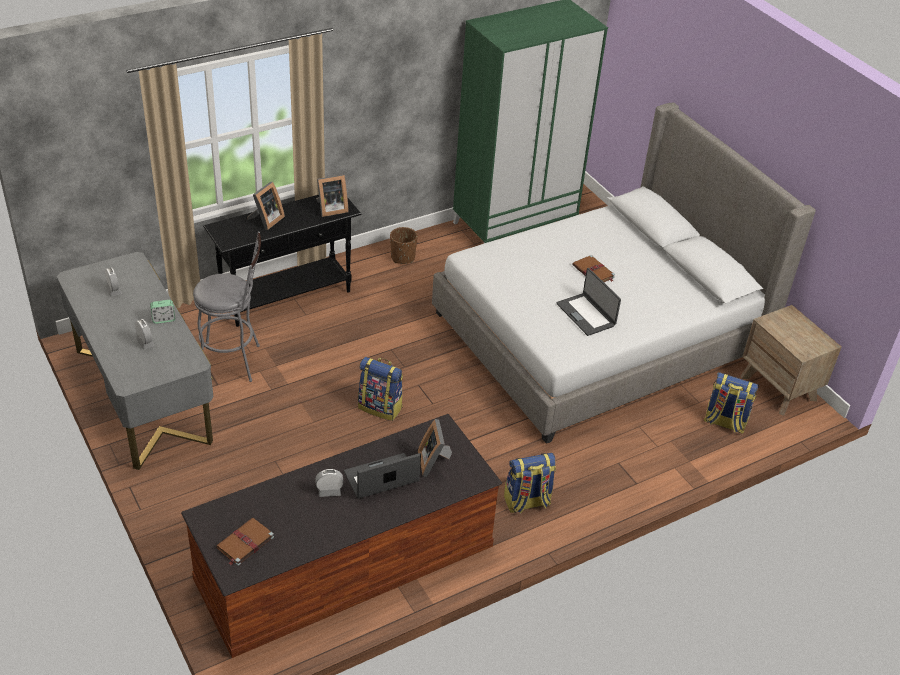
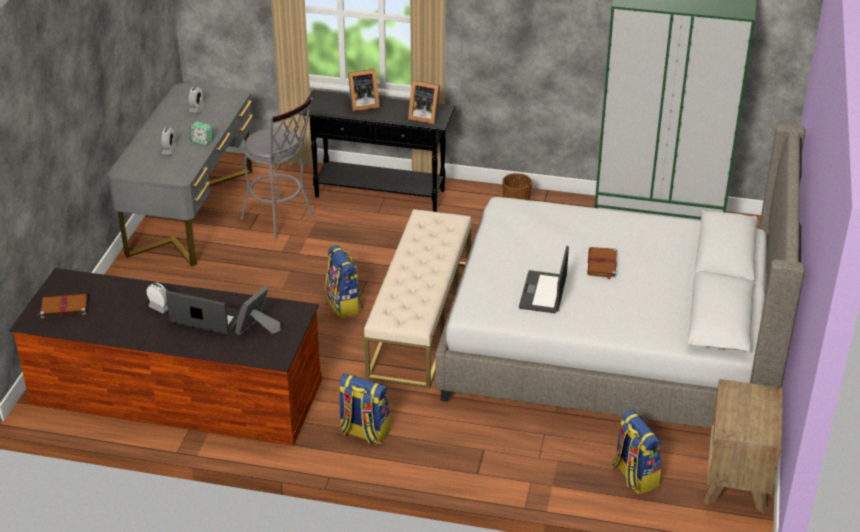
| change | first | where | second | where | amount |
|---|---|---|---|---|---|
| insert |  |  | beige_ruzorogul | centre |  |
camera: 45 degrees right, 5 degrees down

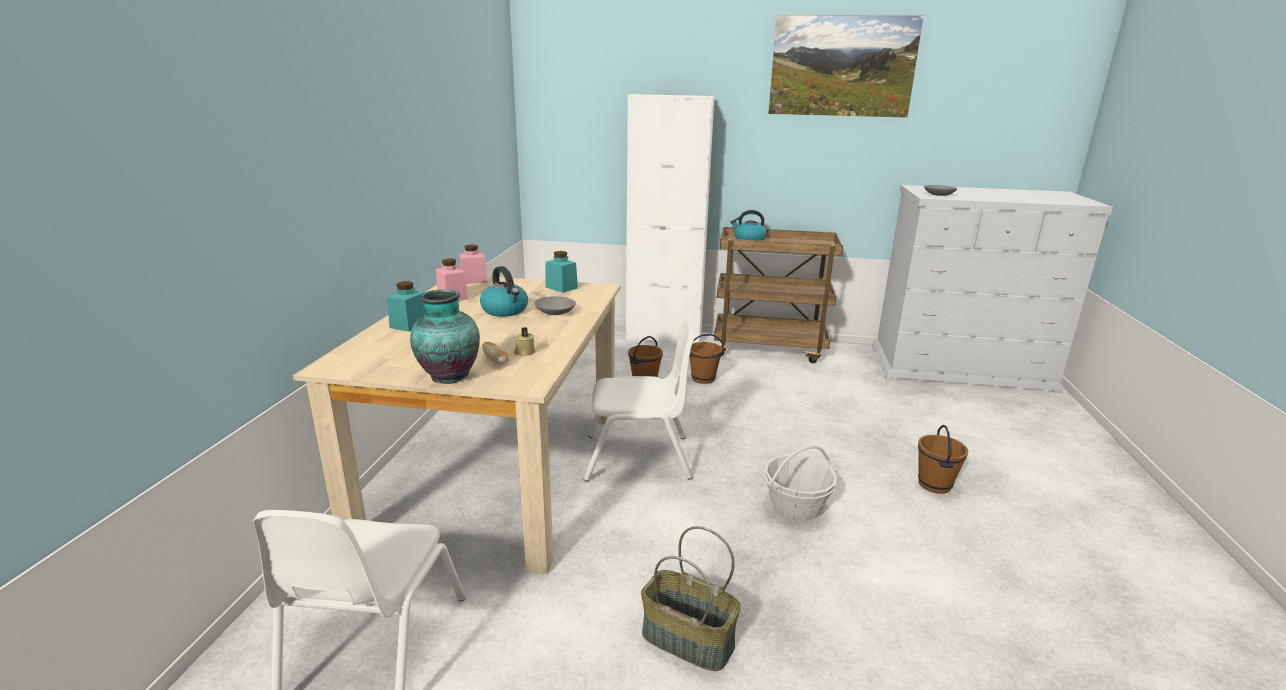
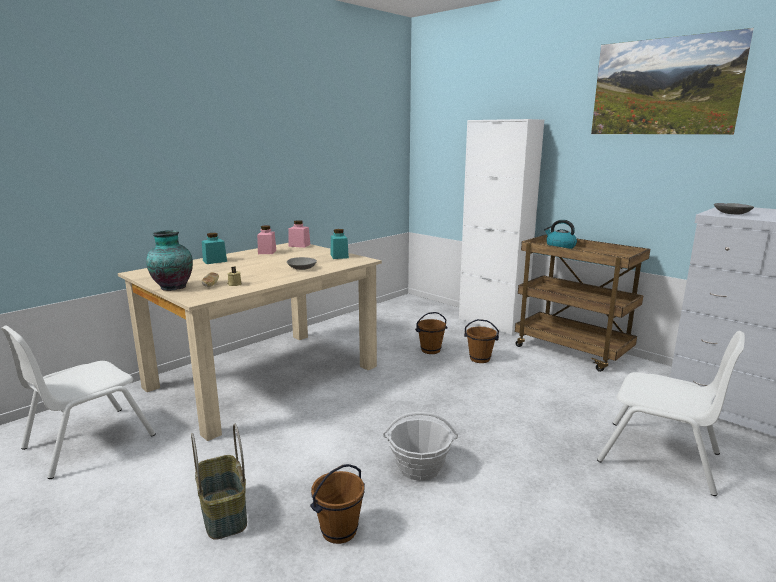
| change | first | where | second | where | amount |
|---|---|---|---|---|---|
| delete | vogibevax (1st from left) | centre |  |  |  |
| move | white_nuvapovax (2nd from left) | centre |  | bottom right |  |
| move | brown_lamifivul (3rd from left in the first image) | middle right | brown_lamifivul (1st from left) | bottom centre |  |
camera: 35 degrees right, 5 degrees down

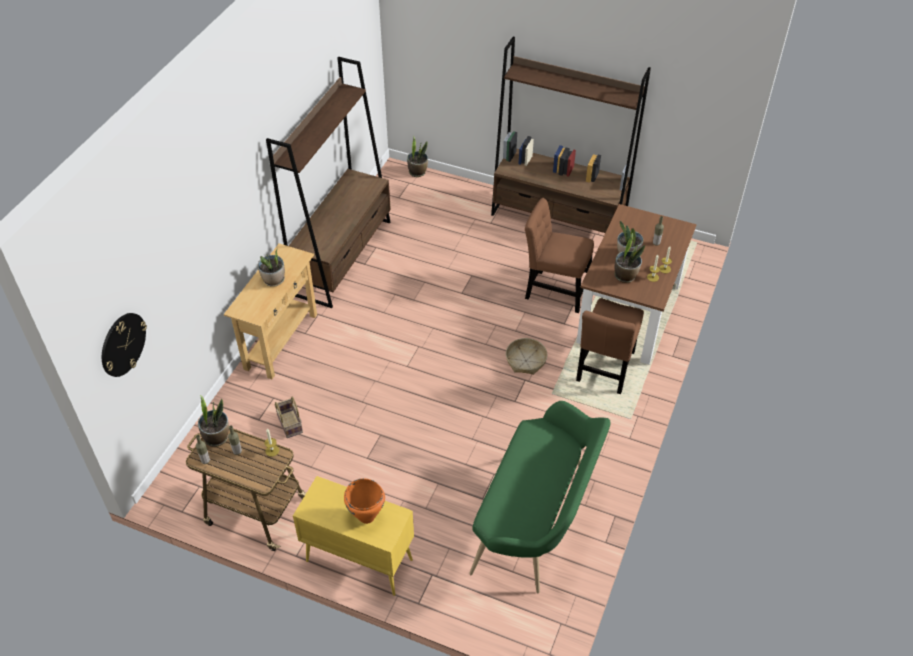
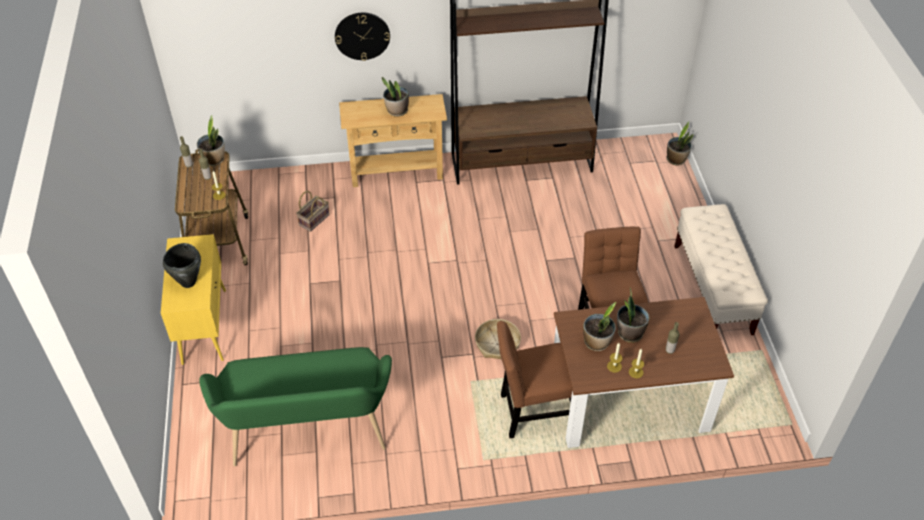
| change | first | where | second | where | amount |
|---|---|---|---|---|---|
| replace | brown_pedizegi (2nd from left) | top centre | beige_ruzorogul | middle right |  |
| move | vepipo | middle left |  | top centre |  |
| recolor | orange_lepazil | bottom centre | black_lepazil | middle left |  |
camera: 60 degrees right, 0 degrees up

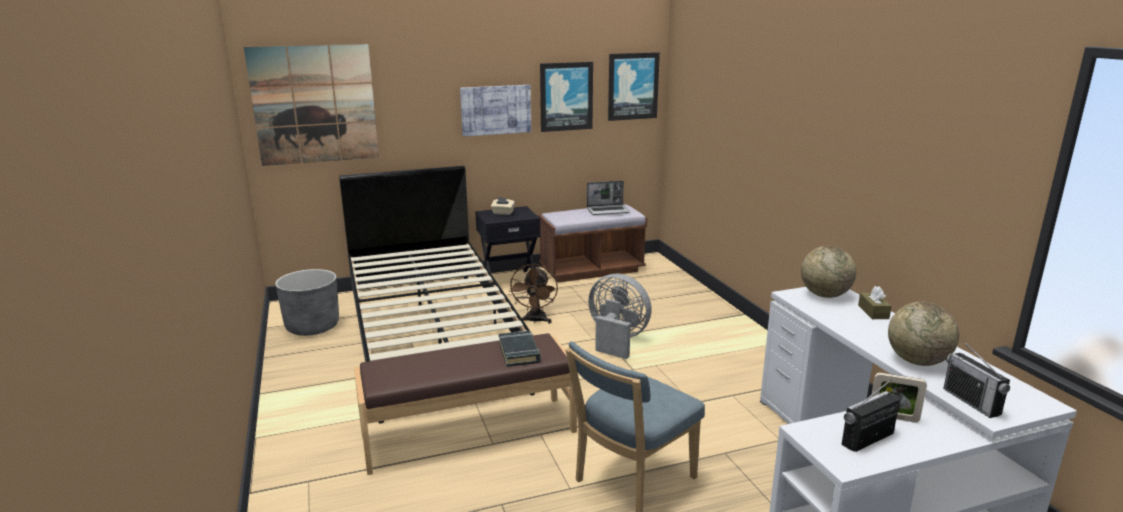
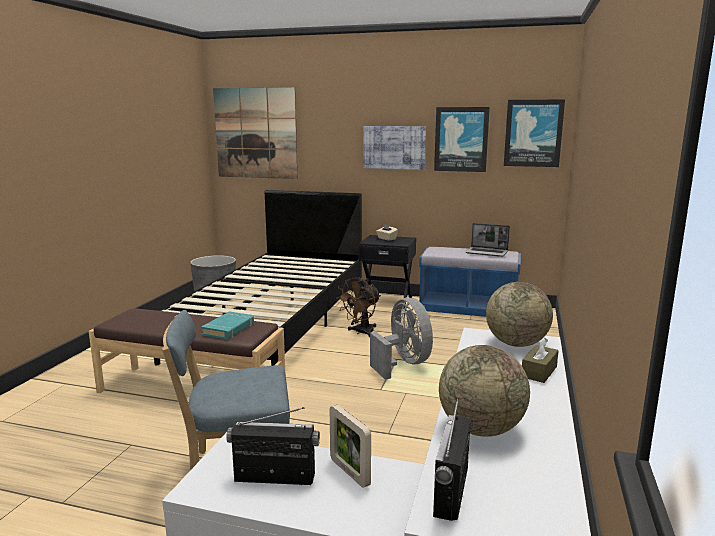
| change | first | where | second | where | amount |
|---|---|---|---|---|---|
| recolor | brown_ruzorogul (2nd from left) | centre | blue_ruzorogul | centre |  |
| recolor | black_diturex | bottom centre | turquoise_diturex | middle left |  |
camera: 35 degrees right, 5 degrees down

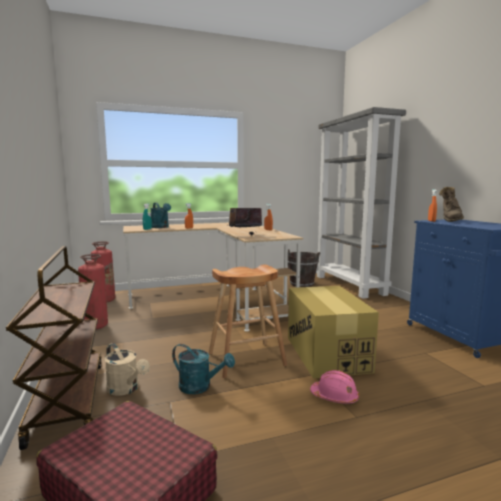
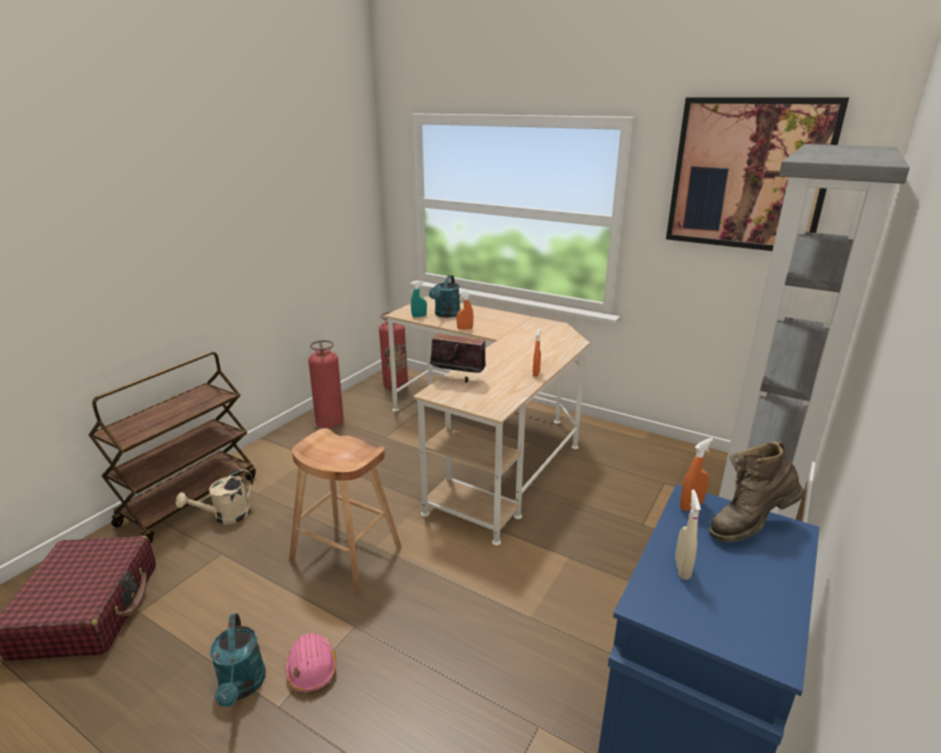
| change | first | where | second | where | amount |
|---|---|---|---|---|---|
| delete | brown_lamifivul | centre |  |  |  |
| delete | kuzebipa | centre |  |  |  |
| rotate | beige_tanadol | bottom left |  | middle left | 45 degrees clockwise |
| move | turquoise_tanadol (2nd from left in the first image) | bottom centre | turquoise_tanadol (1st from left) | bottom left |  |
| insert |  |  | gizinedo | top right |  |
| insert |  |  | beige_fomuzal | bottom right |  |
camera: 50 degrees right, 15 degrees up

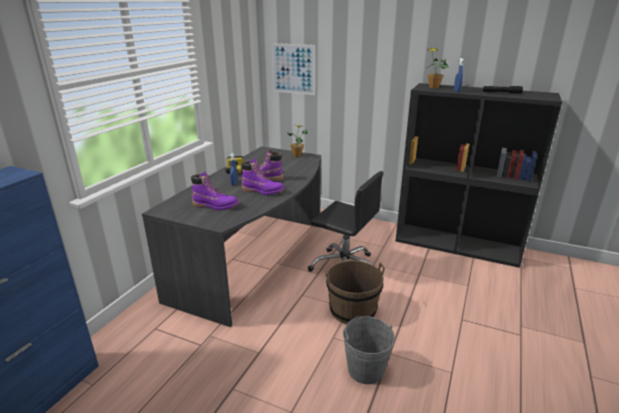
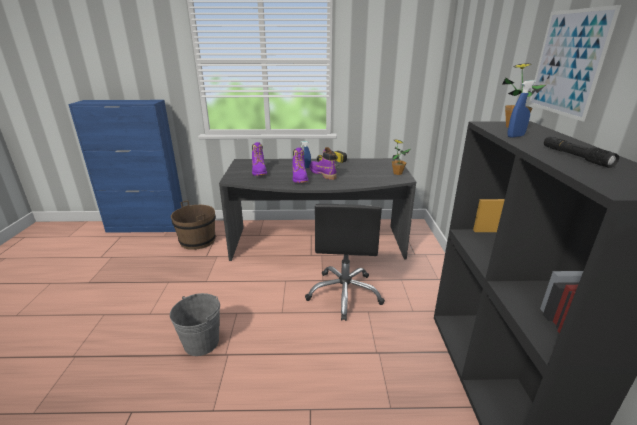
| change | first | where | second | where | amount |
|---|---|---|---|---|---|
| move | gizinedo | top centre |  | top right |  |
| move | brown_lamifivul | bottom centre |  | middle left |  |
camera: 65 degrees right, 0 degrees up

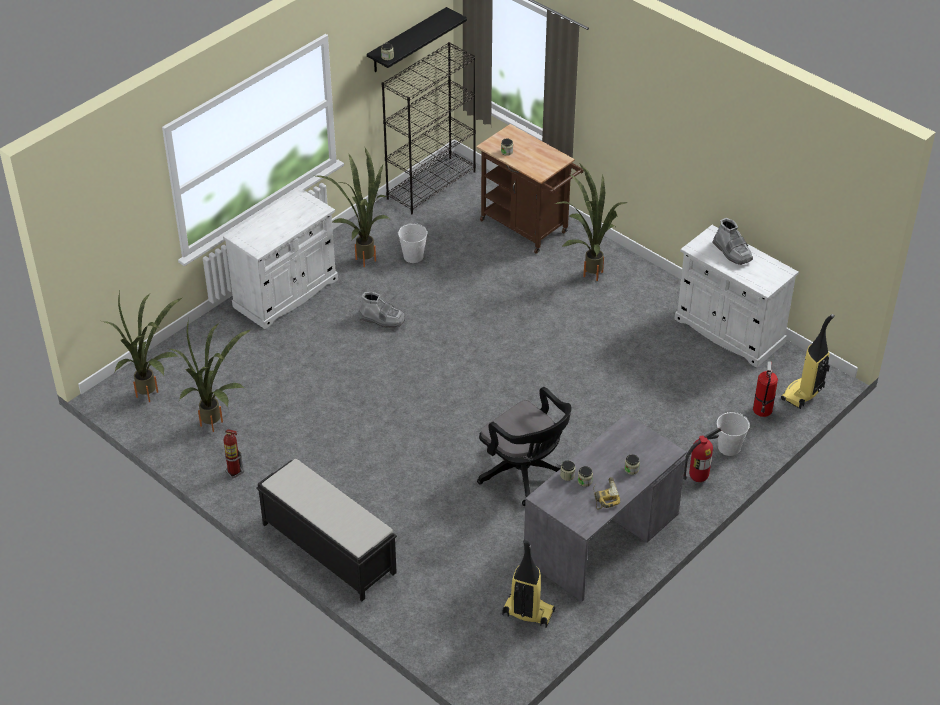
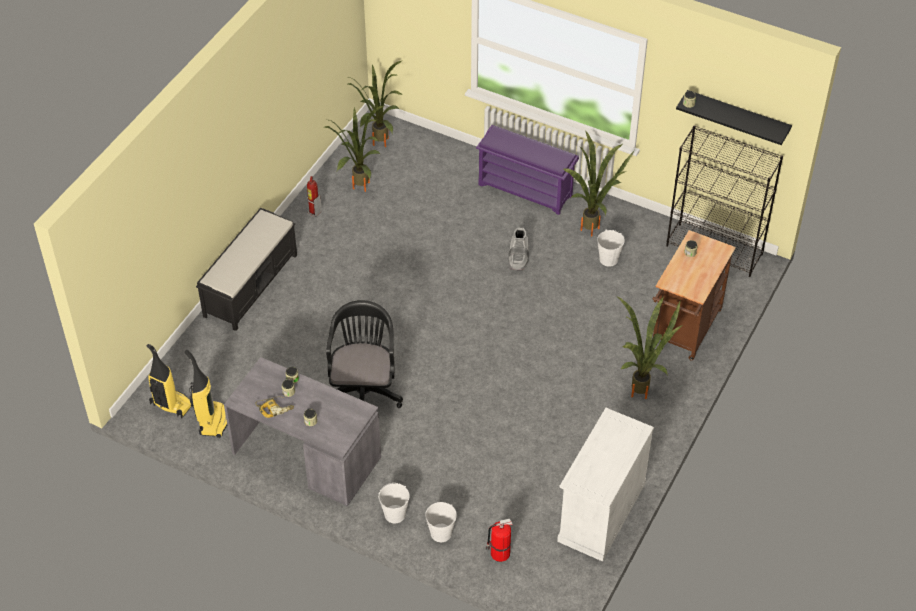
| change | first | where | second | where | amount |
|---|---|---|---|---|---|
| replace | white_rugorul (1st from left) | middle left | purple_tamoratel | top centre |  |
| delete | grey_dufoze (2nd from left) | middle right |  |  |  |
| move | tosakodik (2nd from left in the first image) | middle right | tosakodik (1st from left) | middle left |  |
| rotate | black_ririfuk | centre |  | centre | 150 degrees clockwise |
| replace | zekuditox (2nd from left) | middle right | white_lamifivul (1st from left) | bottom centre |  |
camera: 75 degrees right, 5 degrees up

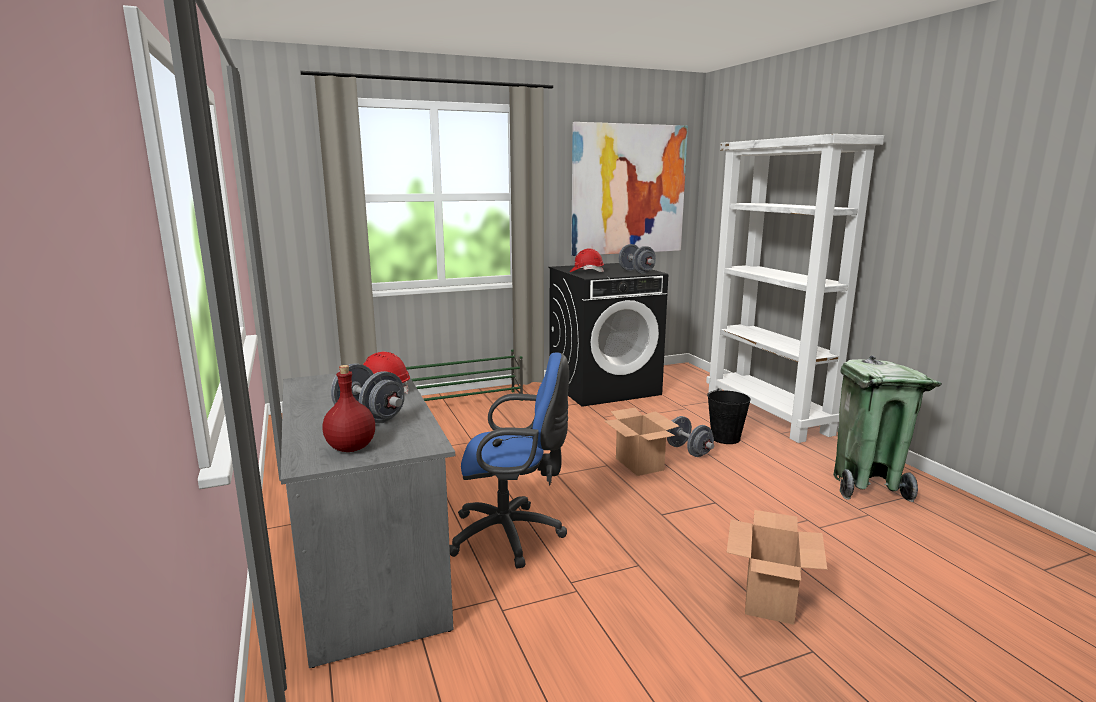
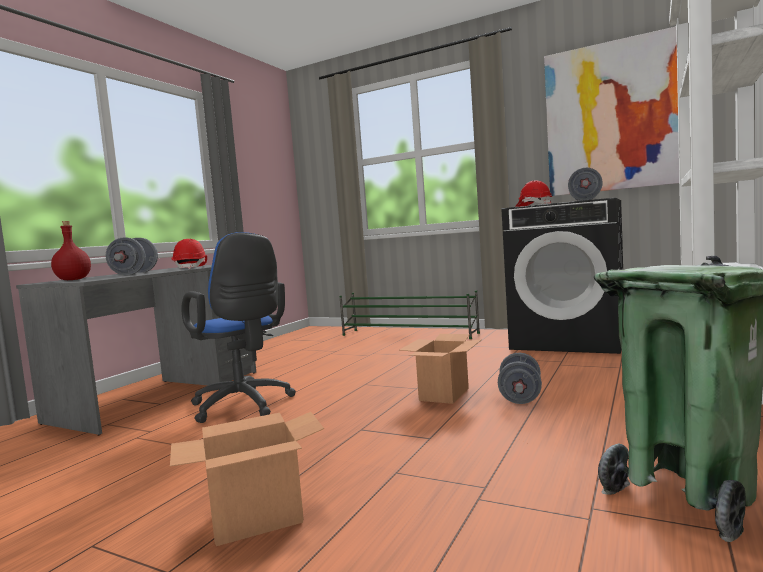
| change | first | where | second | where | amount |
|---|---|---|---|---|---|
| delete | black_lamifivul | centre |  |  |  |
camera: 50 degrees right, 10 degrees down

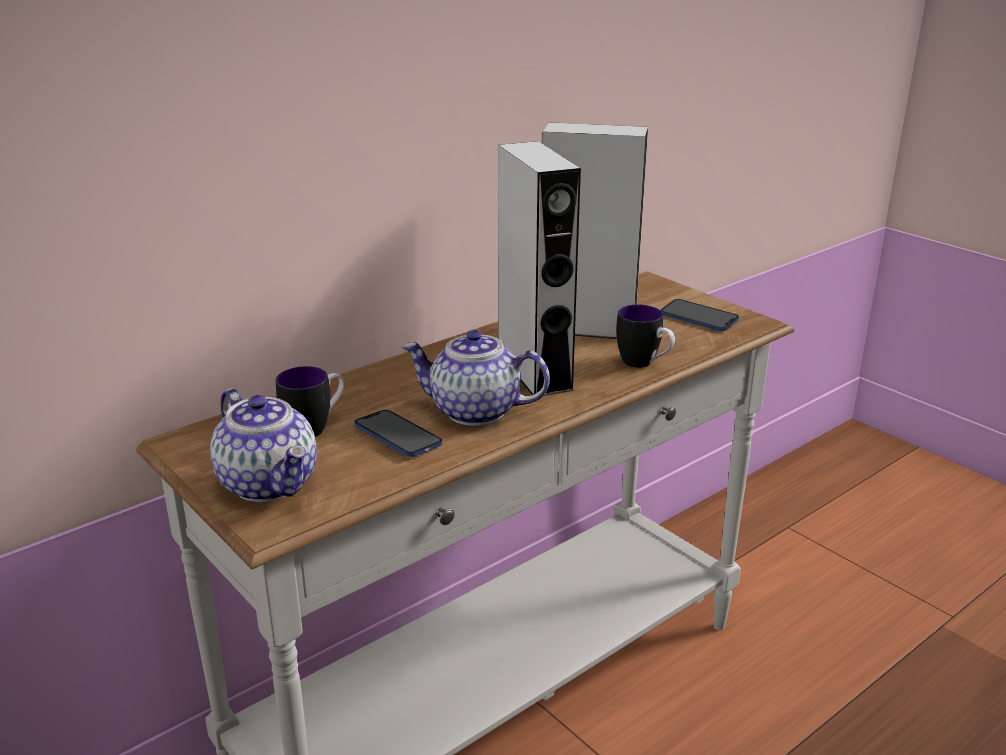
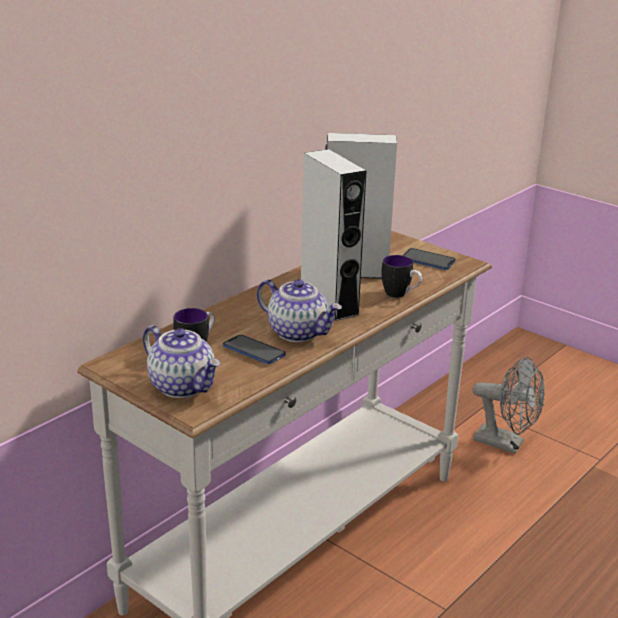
| change | first | where | second | where | amount |
|---|---|---|---|---|---|
| rotate | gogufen (2nd from left) | centre |  | centre | 150 degrees counterclockwise |
| insert |  |  | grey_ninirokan | middle right |  |
camera: 10 degrees left, 0 degrees up

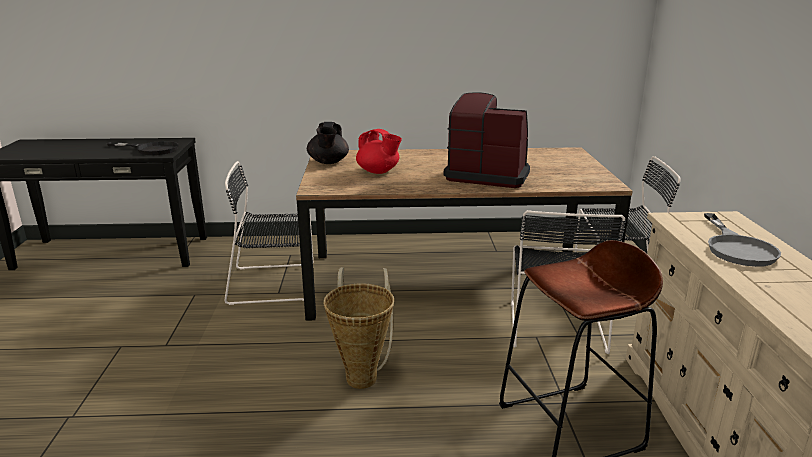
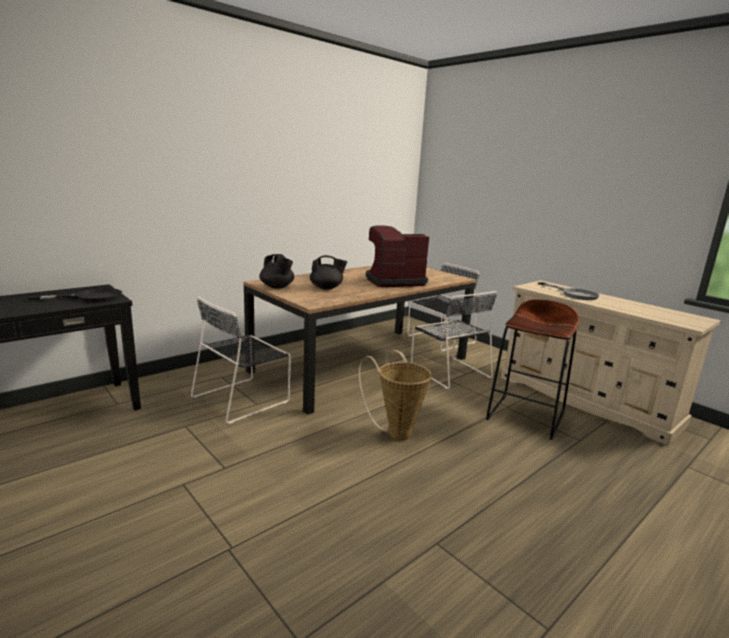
| change | first | where | second | where | amount |
|---|---|---|---|---|---|
| recolor | red_gogufen | top centre | black_gogufen (2nd from left) | centre |  |
camera: 40 degrees left, 5 degrees down

